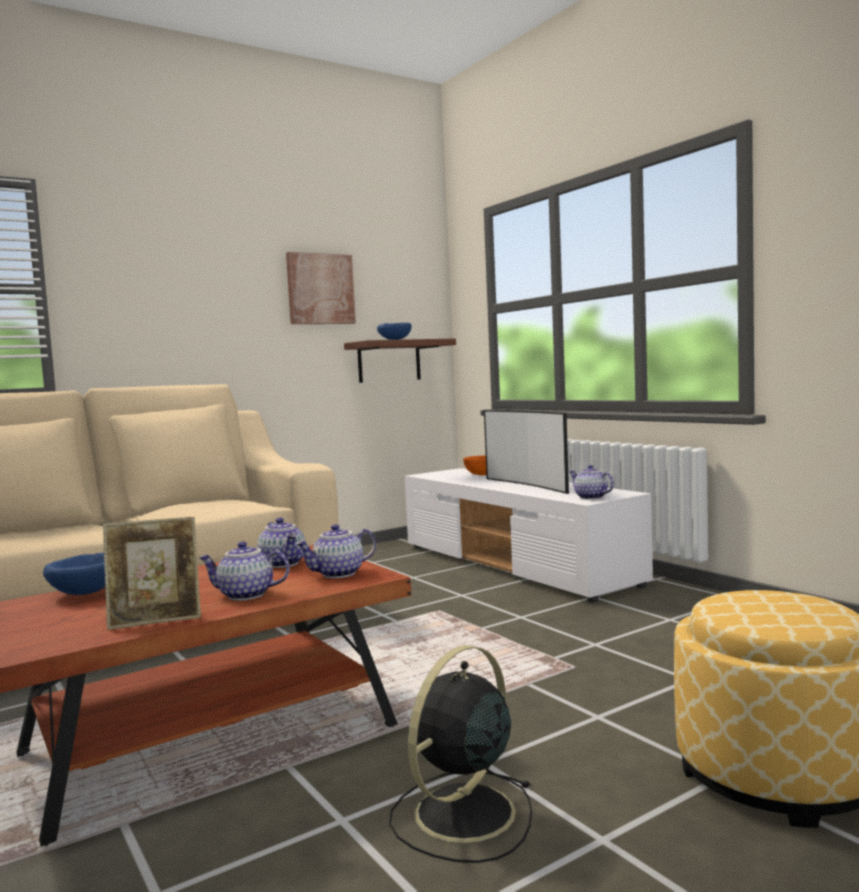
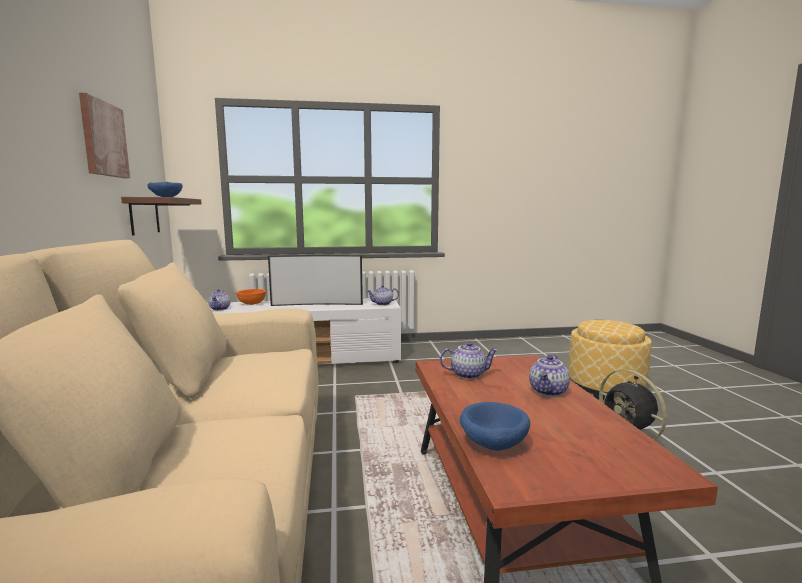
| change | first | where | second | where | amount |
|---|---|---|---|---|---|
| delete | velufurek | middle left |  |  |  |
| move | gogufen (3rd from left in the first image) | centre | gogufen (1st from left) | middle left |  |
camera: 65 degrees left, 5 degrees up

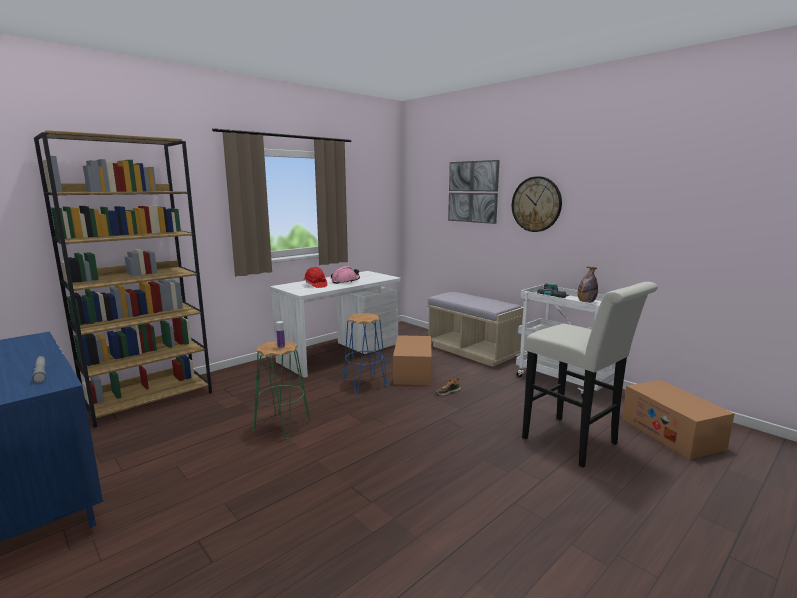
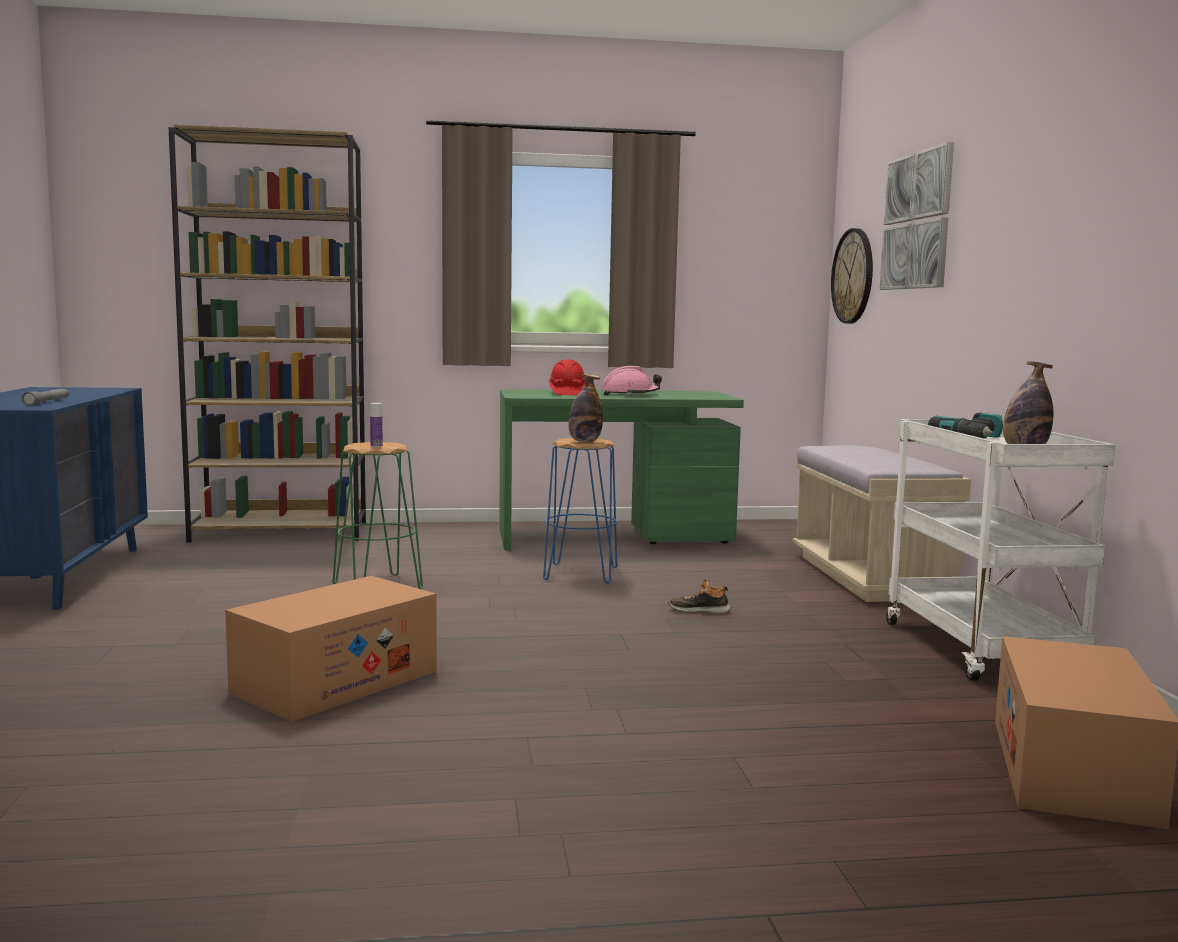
| change | first | where | second | where | amount |
|---|---|---|---|---|---|
| move | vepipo | middle right |  | top right |  |
| recolor | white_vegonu | centre | green_vegonu | centre |  |
| delete | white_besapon | middle right |  |  |  |
| move | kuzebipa (1st from left) | centre |  | bottom left |  |
| insert |  |  | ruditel (2nd from left) | centre |  |
camera: 35 degrees right, 5 degrees down

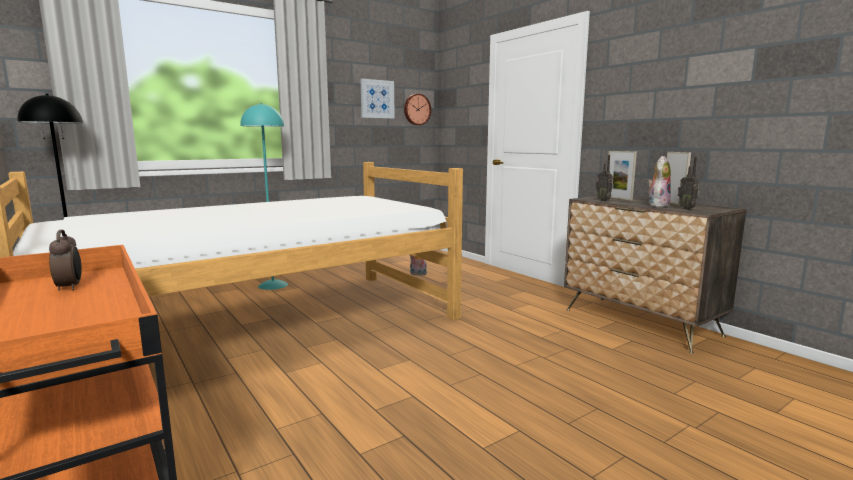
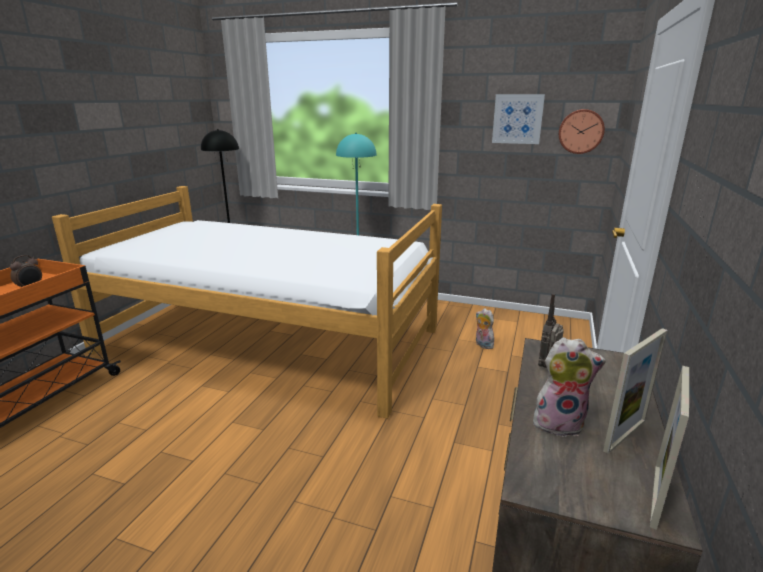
| change | first | where | second | where | amount |
|---|---|---|---|---|---|
| move | velufurek (1st from left in the first image) | middle right | velufurek (2nd from left) | bottom right |  |
| delete | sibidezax (2nd from left) | middle right |  |  |  |
camera: 55 degrees right, 10 degrees up

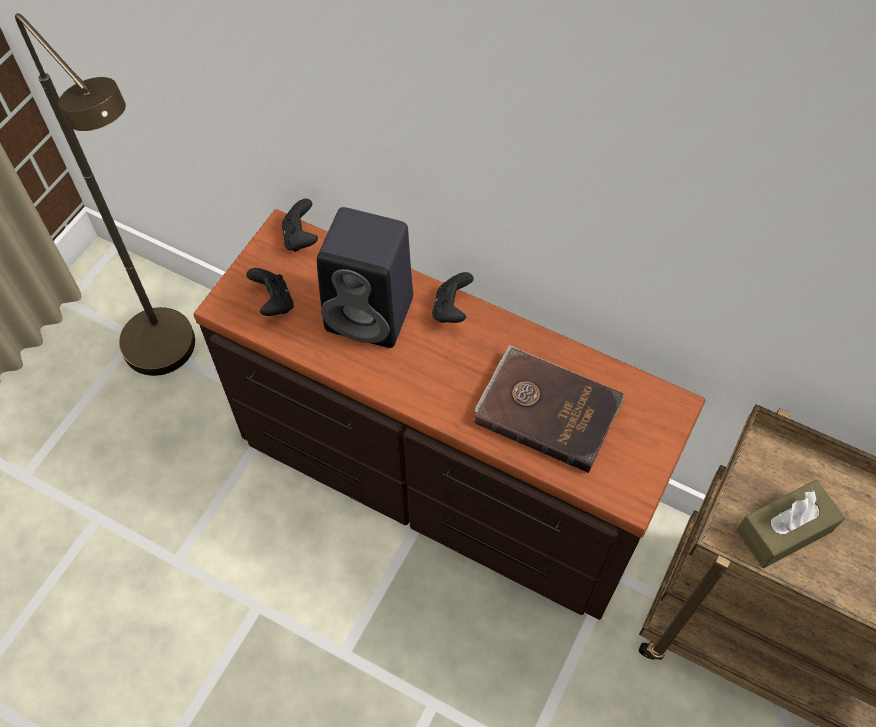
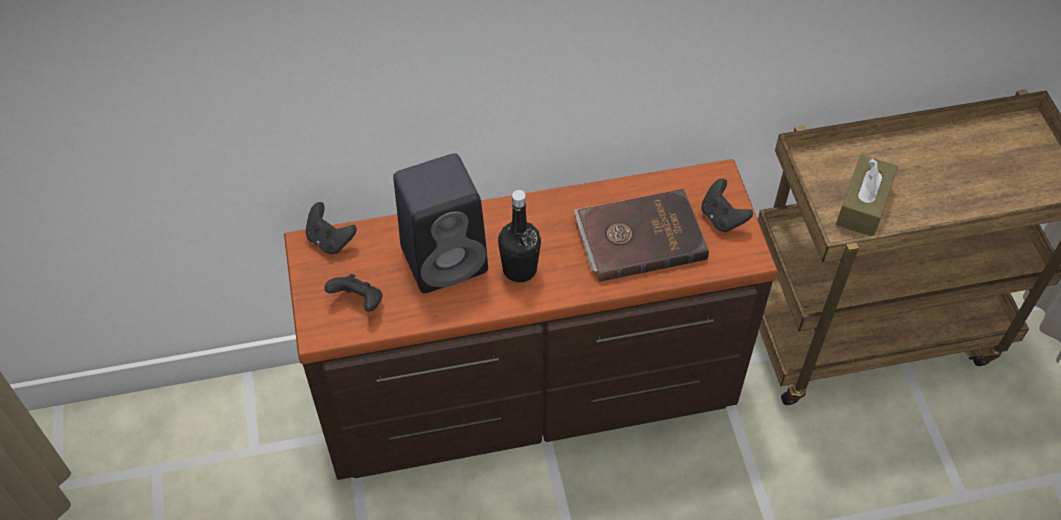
| change | first | where | second | where | amount |
|---|---|---|---|---|---|
| delete | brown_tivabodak | top left |  |  |  |
| move | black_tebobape (3rd from left) | centre |  | middle right |  |
| insert |  |  | black_ruditel | centre |  |
camera: 40 degrees left, 5 degrees down

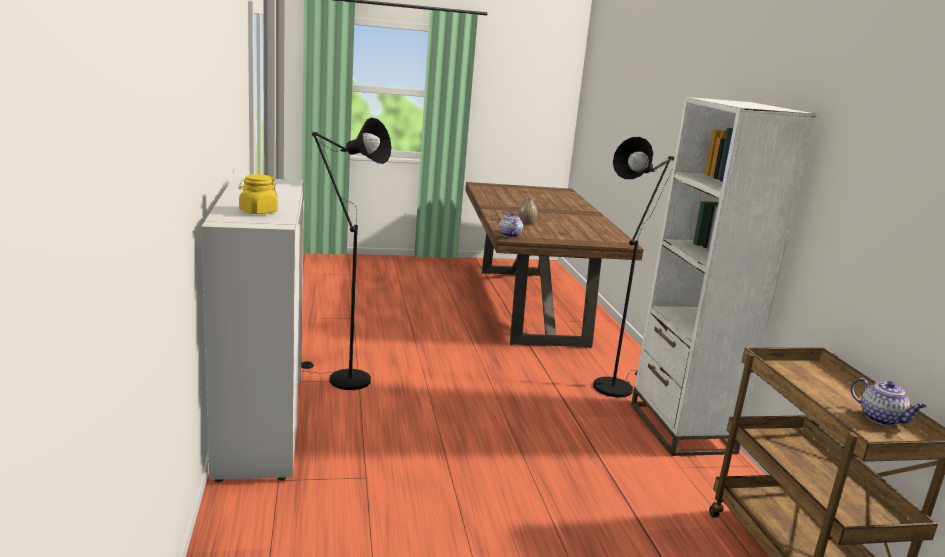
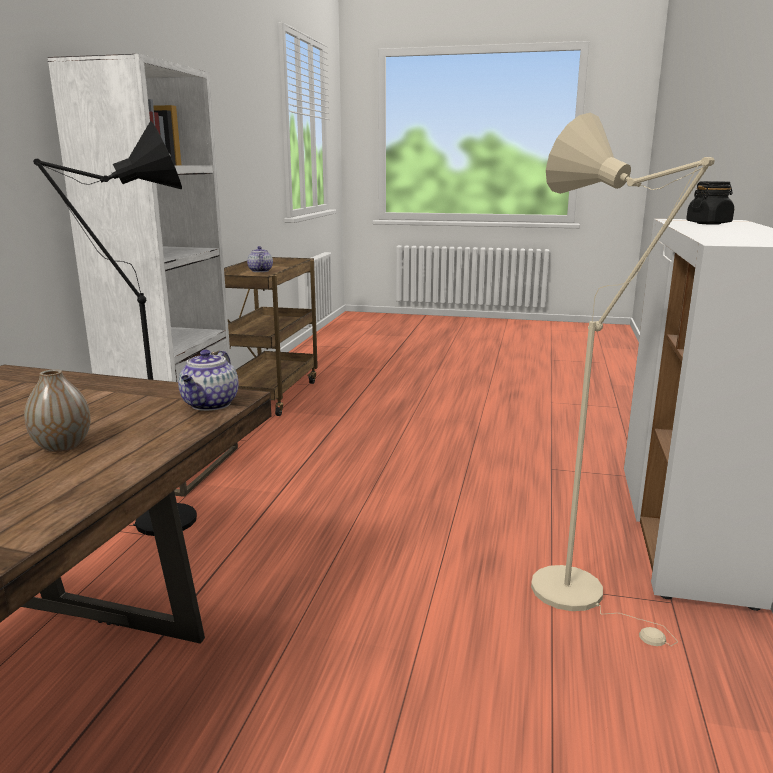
| change | first | where | second | where | amount |
|---|---|---|---|---|---|
| recolor | black_tivabodak (1st from left) | centre | beige_tivabodak | middle right |  |
| recolor | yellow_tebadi | middle left | black_tebadi | top right |  |
camera: 155 degrees left, 0 degrees up

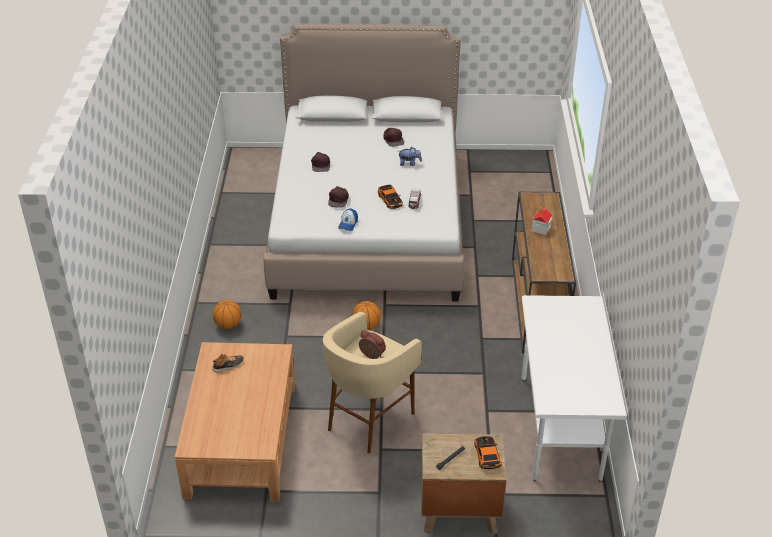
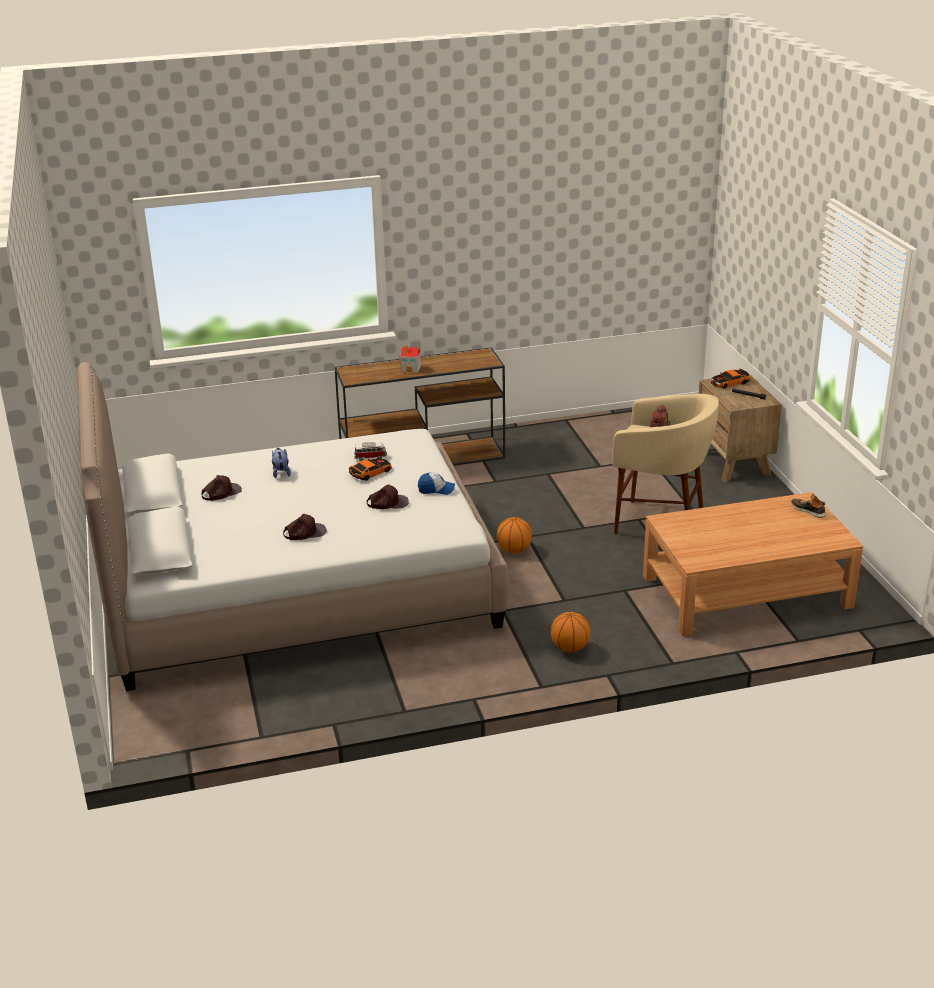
| change | first | where | second | where | amount |
|---|---|---|---|---|---|
| delete | white_vegonu | bottom right |  |  |  |
| move | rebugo | bottom left |  | middle right |  |
camera: 105 degrees left, 10 degrees down

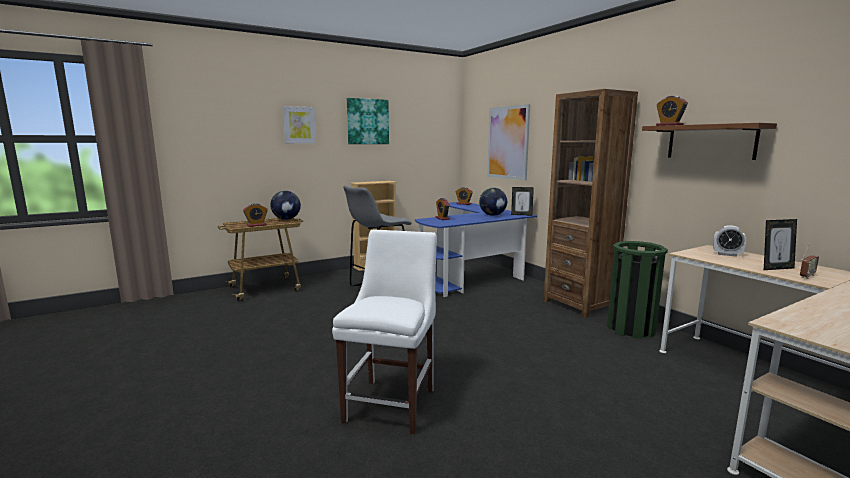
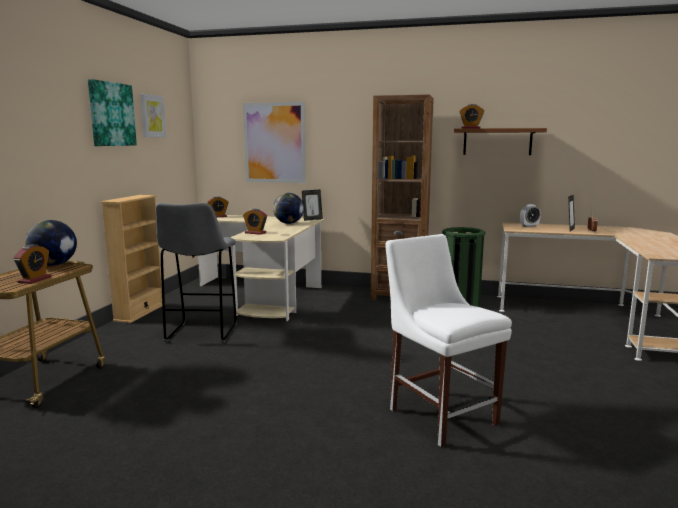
| change | first | where | second | where | amount |
|---|---|---|---|---|---|
| move | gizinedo (1st from left in the first image) | top centre | gizinedo (2nd from left) | top left |  |
| recolor | blue_vegonu | centre | beige_vegonu (1st from left) | centre |  |
camera: 45 degrees left, 0 degrees up

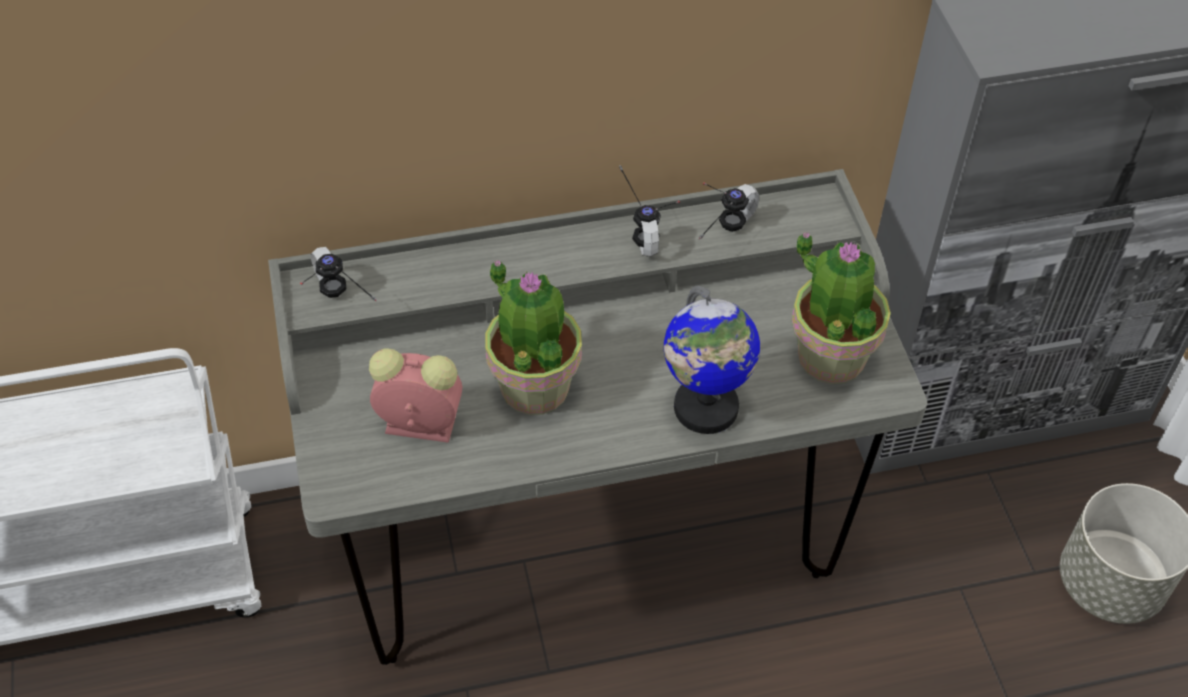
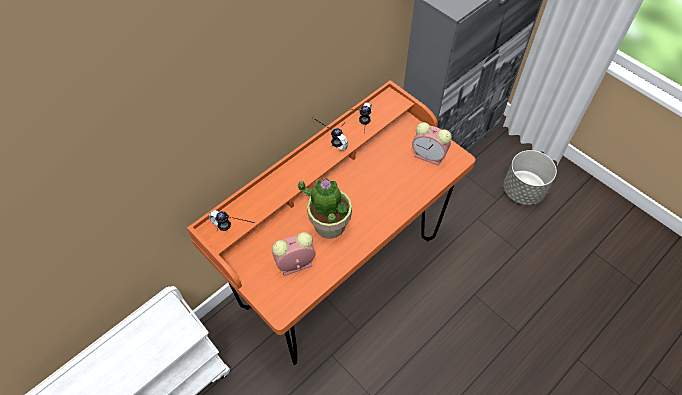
| change | first | where | second | where | amount |
|---|---|---|---|---|---|
| recolor | grey_vegonu | centre | orange_vegonu | centre |  |
| replace | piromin (2nd from left) | middle right | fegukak (2nd from left) | centre |  |
| delete | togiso | centre |  |  |  |
camera: 30 degrees left, 5 degrees up

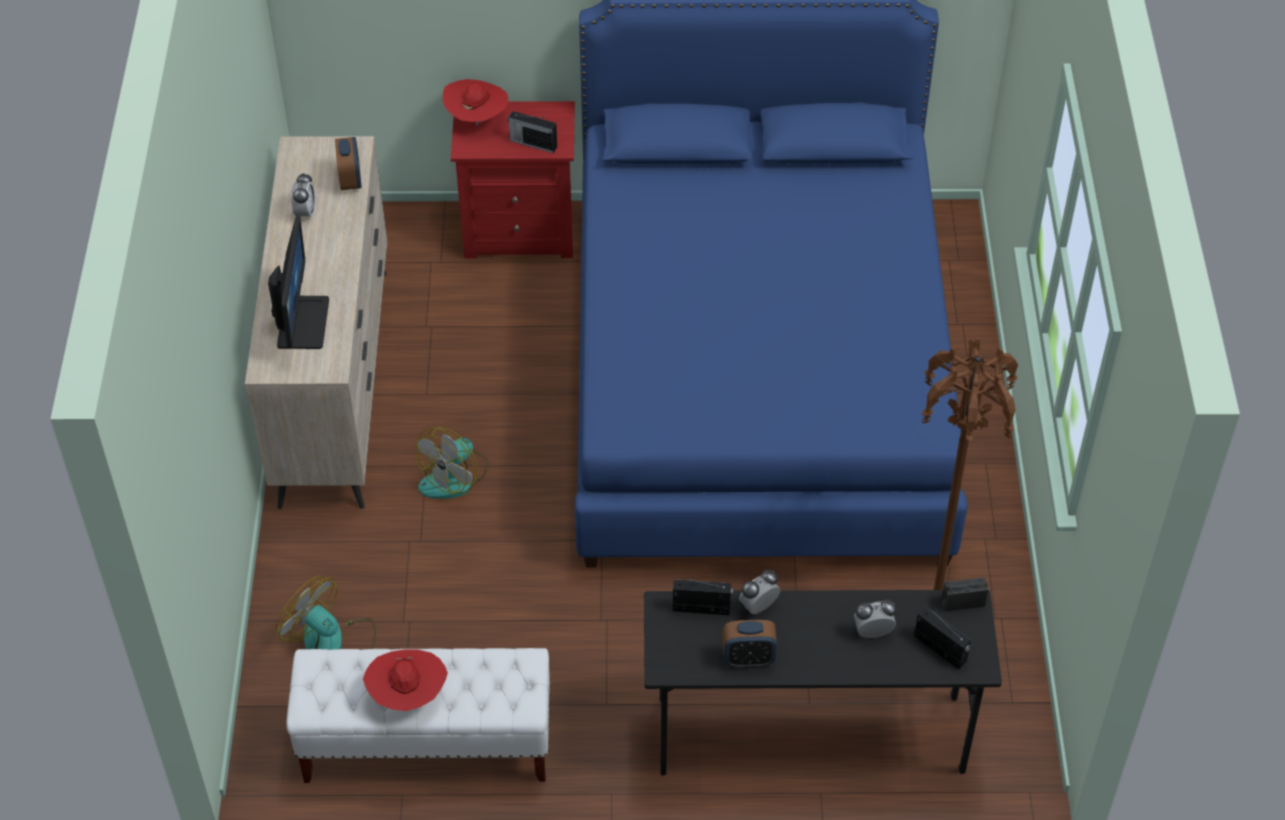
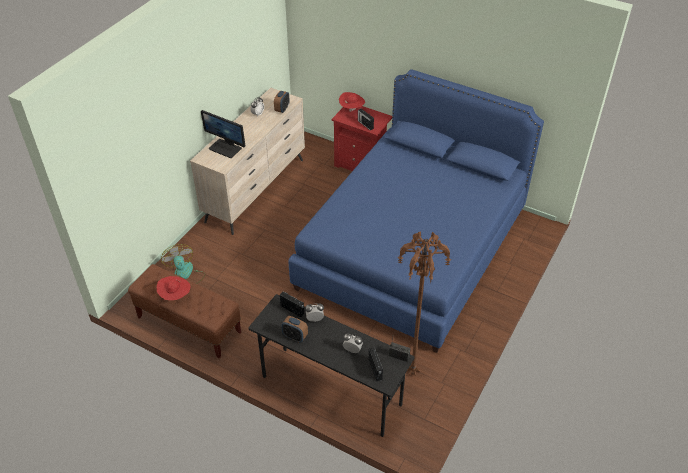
| change | first | where | second | where | amount |
|---|---|---|---|---|---|
| rotate | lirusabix | middle left |  | top left | 90 degrees clockwise |
| delete | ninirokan (2nd from left) | centre |  |  |  |
| recolor | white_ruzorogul | bottom left | brown_ruzorogul | middle left |  |
camera: 30 degrees right, 5 degrees down

